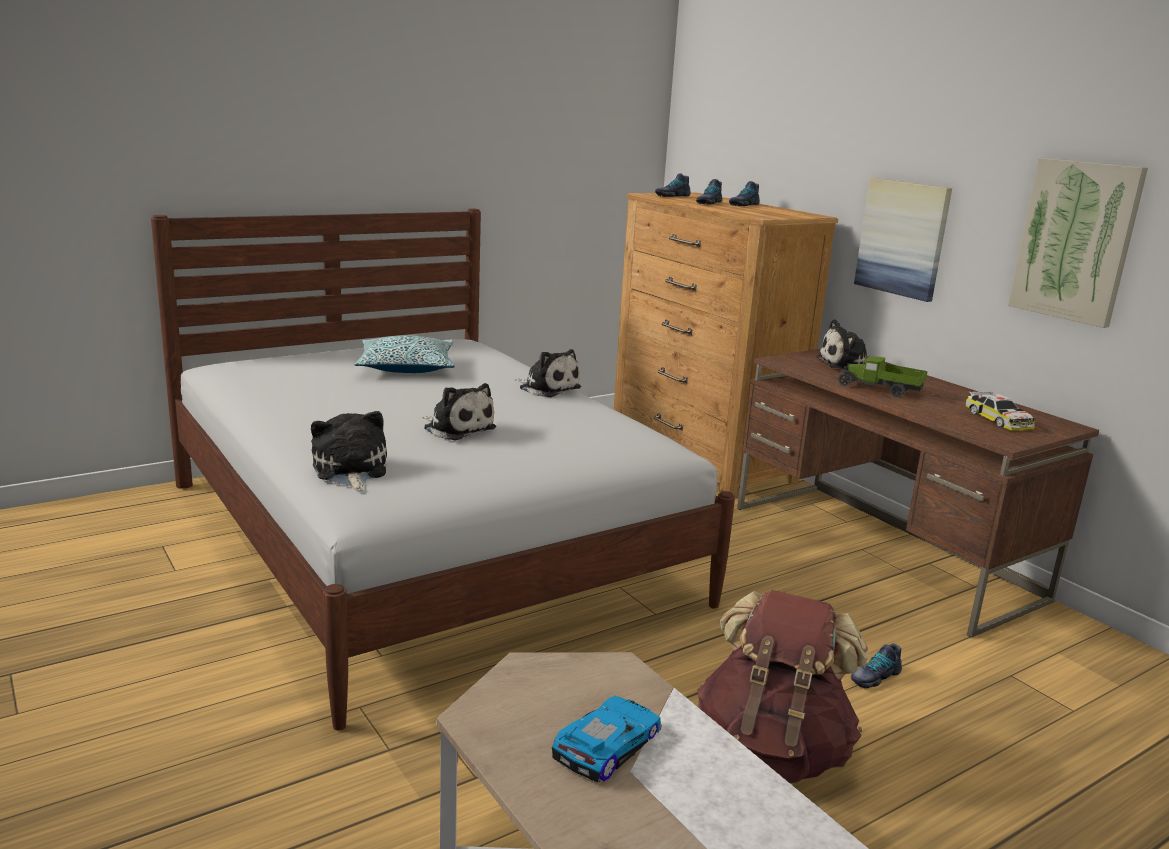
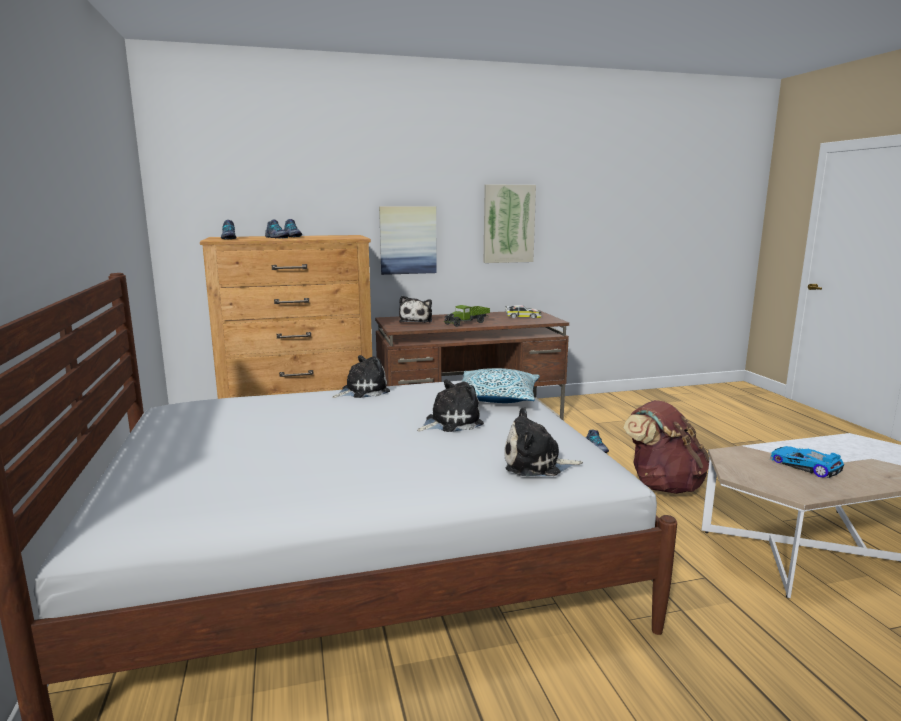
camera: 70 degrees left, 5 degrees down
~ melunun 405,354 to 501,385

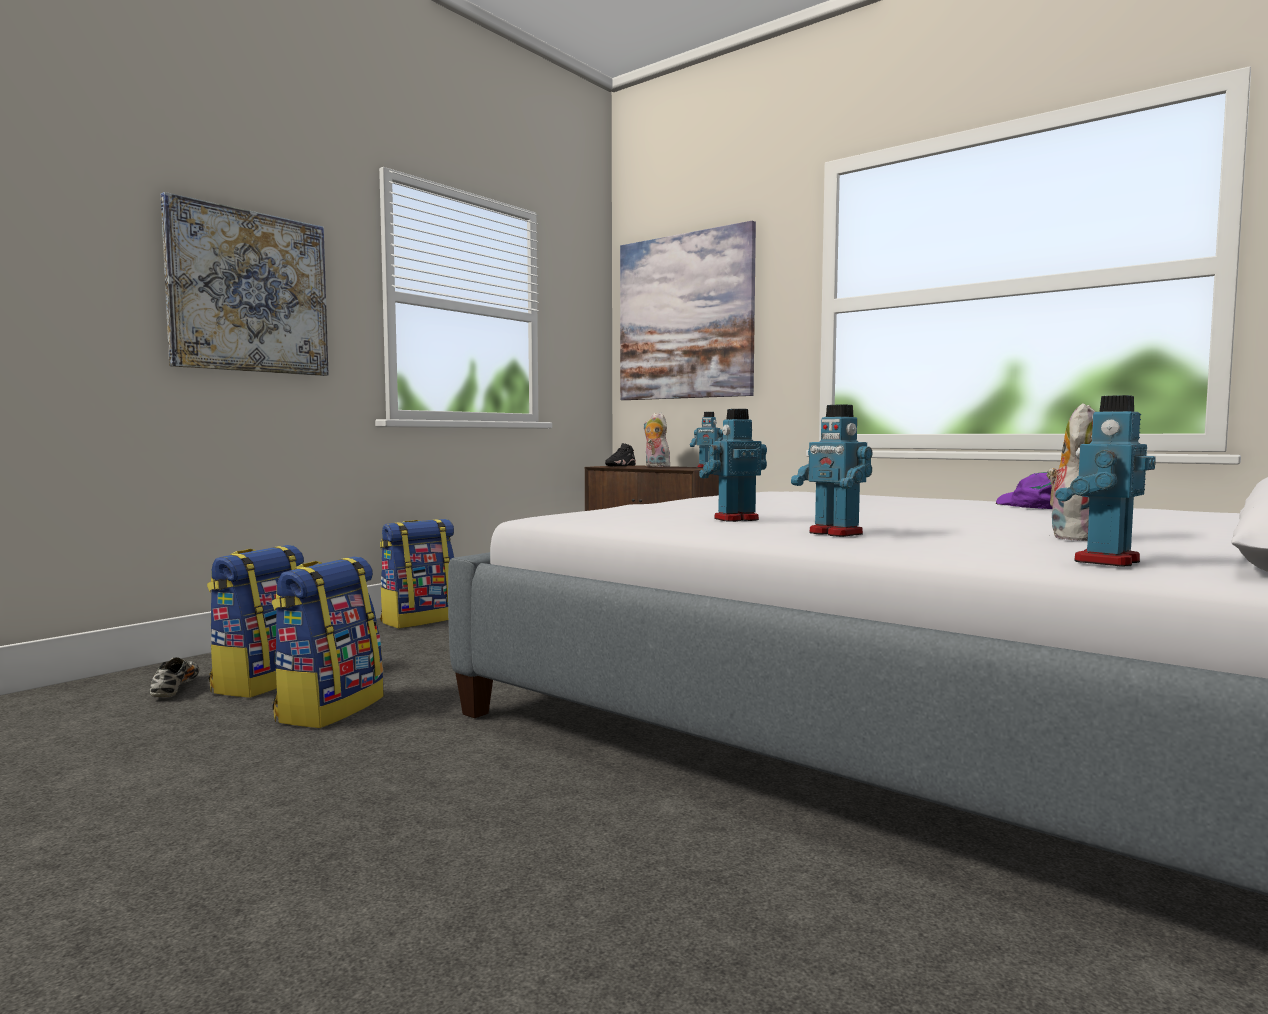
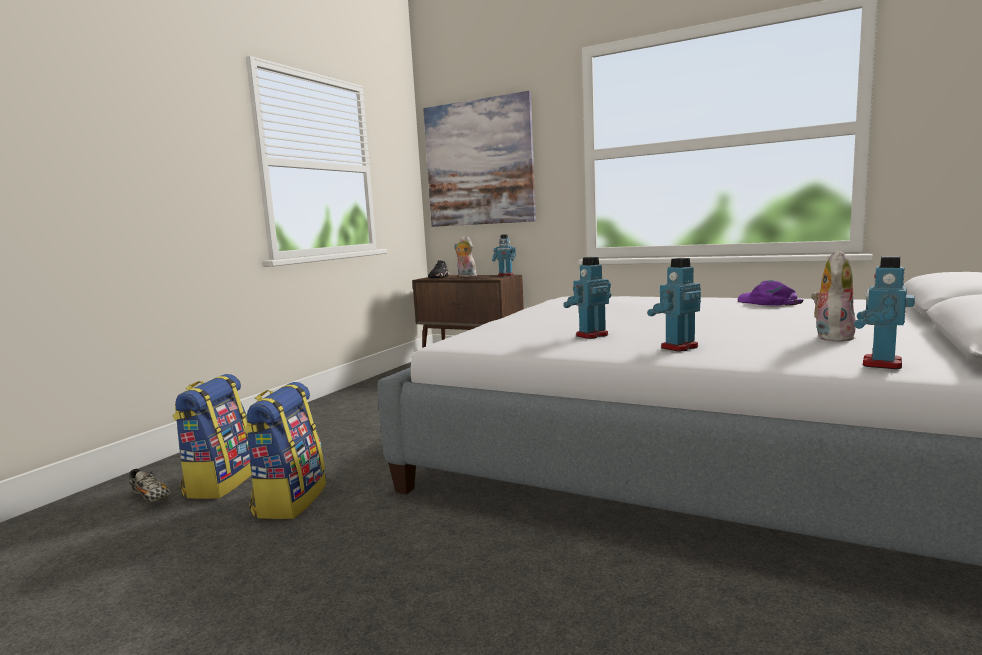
camera: 10 degrees left, 5 degrees up
- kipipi 245,284
~ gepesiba 832,470 = 674,305 105 degrees clockwise
- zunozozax 417,573
~ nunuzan 174,677 = 150,485 150 degrees clockwise

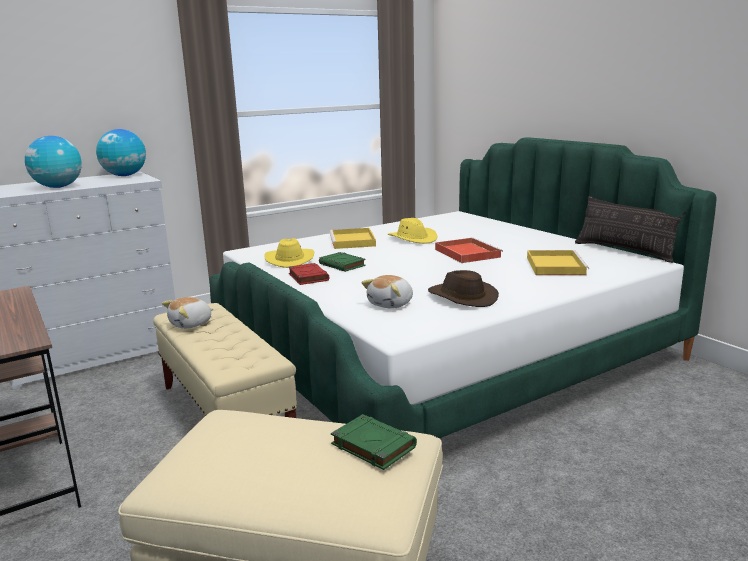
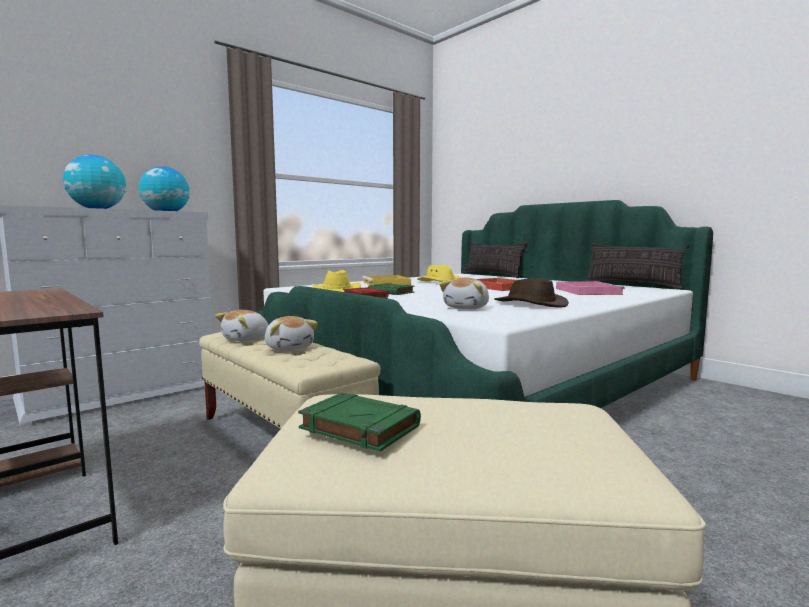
camera: 10 degrees left, 10 degrees down
~ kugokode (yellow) 558,262 to kugokode (pink) 590,288
~ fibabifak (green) 374,442 to 359,422
+ melunun 495,260
+ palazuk 291,333

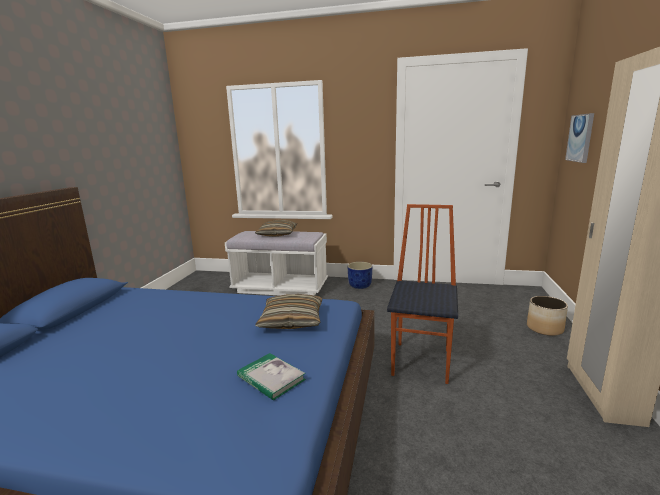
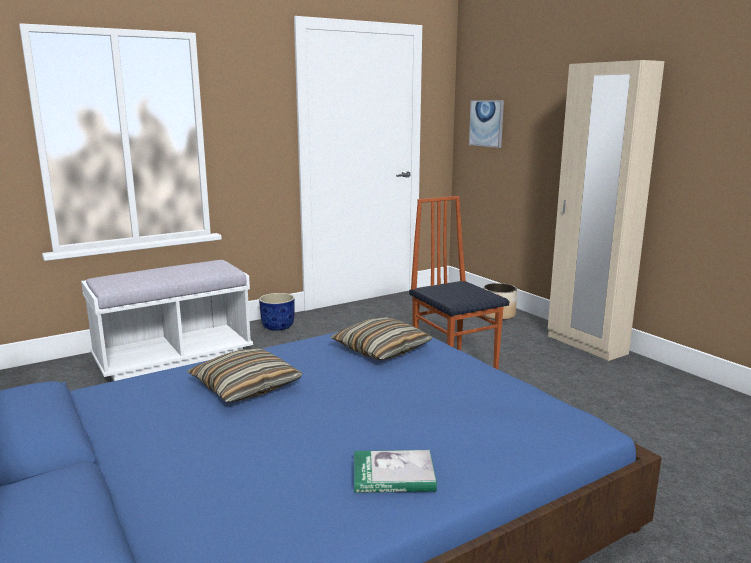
camera: 45 degrees left, 0 degrees up
~ melunun 276,228 to 244,375
~ fibabifak 271,377 to 395,471

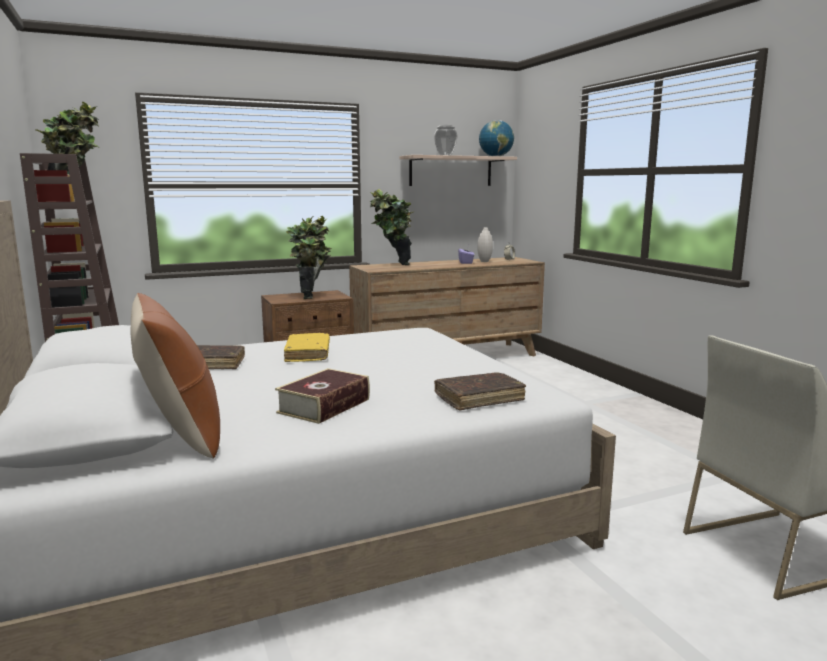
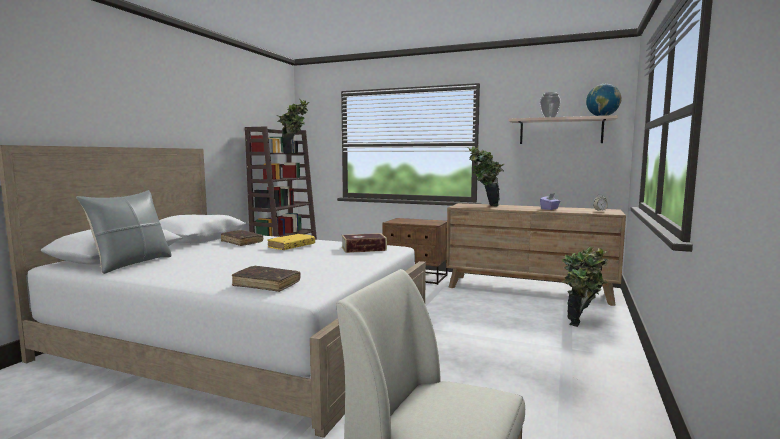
camera: 45 degrees right, 5 degrees down
~ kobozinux 309,257 to 585,287
- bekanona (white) 485,245
~ melunun (brown) 175,376 to melunun (grey) 124,232
~ fibabifak 322,396 to 364,243

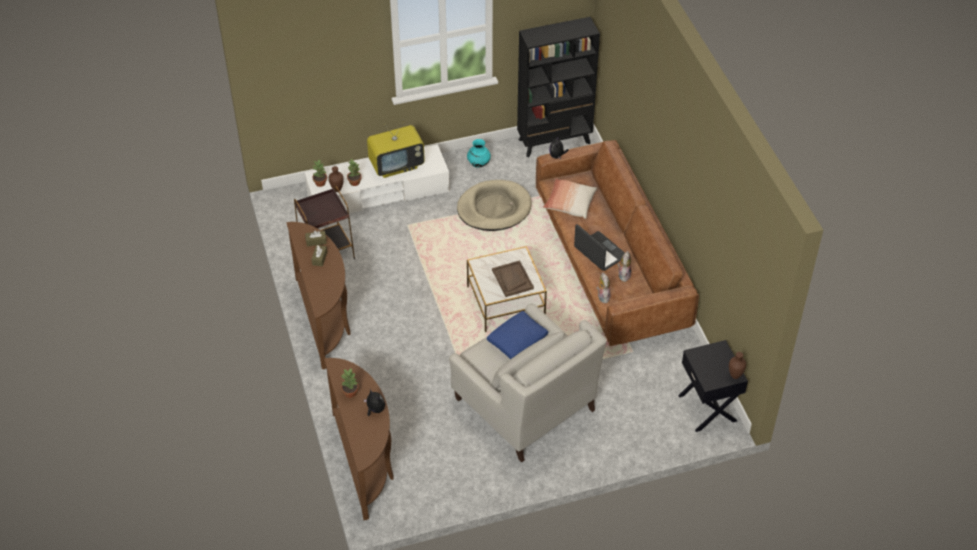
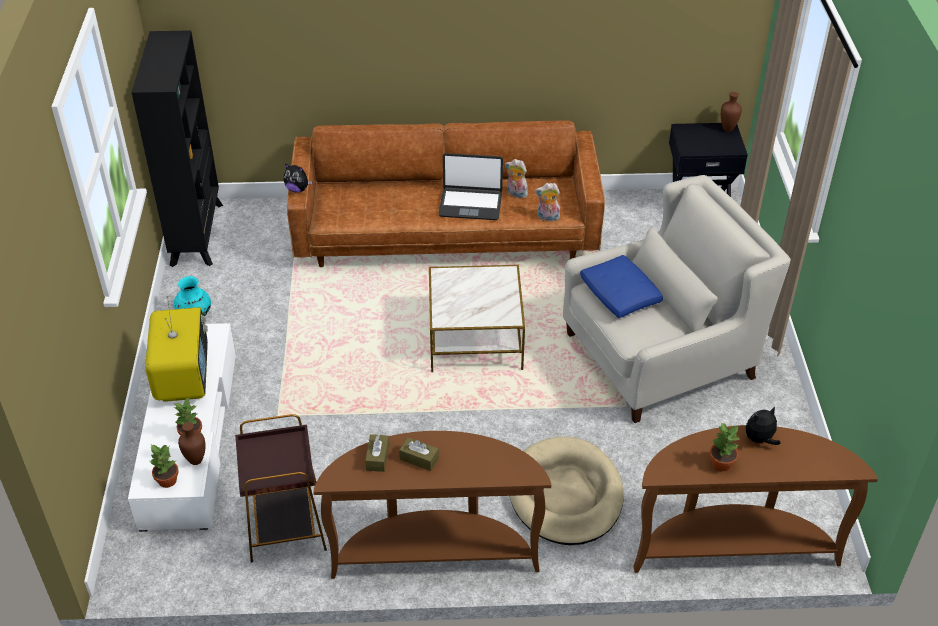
camera: 75 degrees left, 5 degrees down
- melunun 570,198
~ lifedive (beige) 494,205 to 567,491
~ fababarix 599,247 = 470,186 150 degrees counterclockwise
- kugokode (brown) 513,278

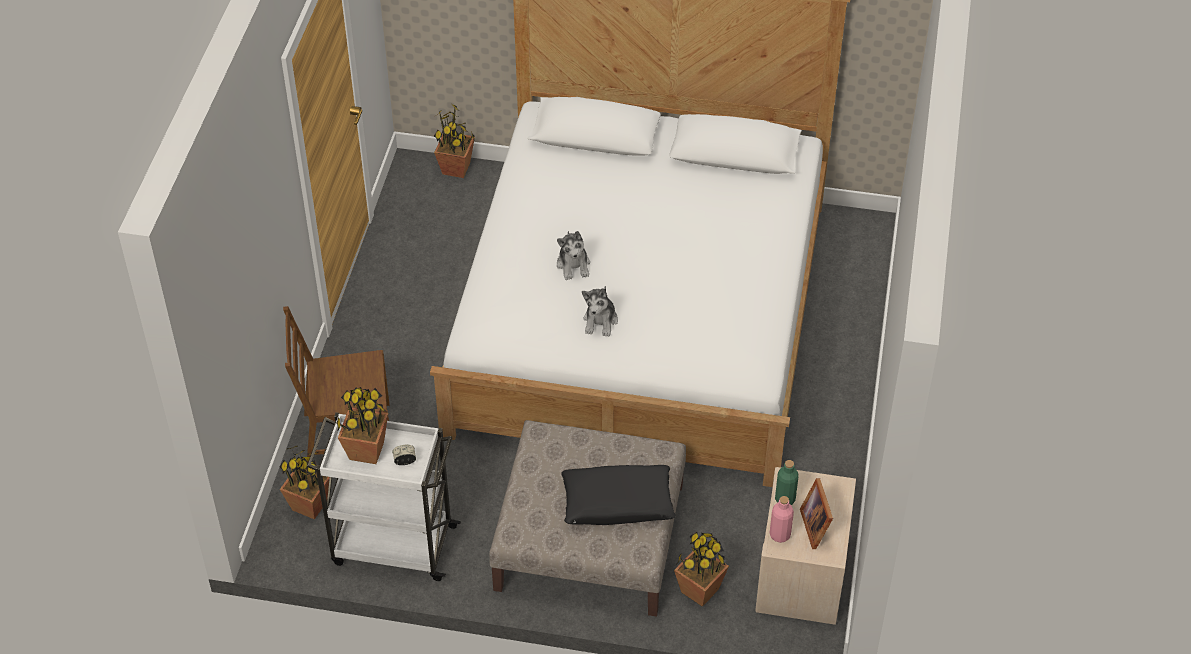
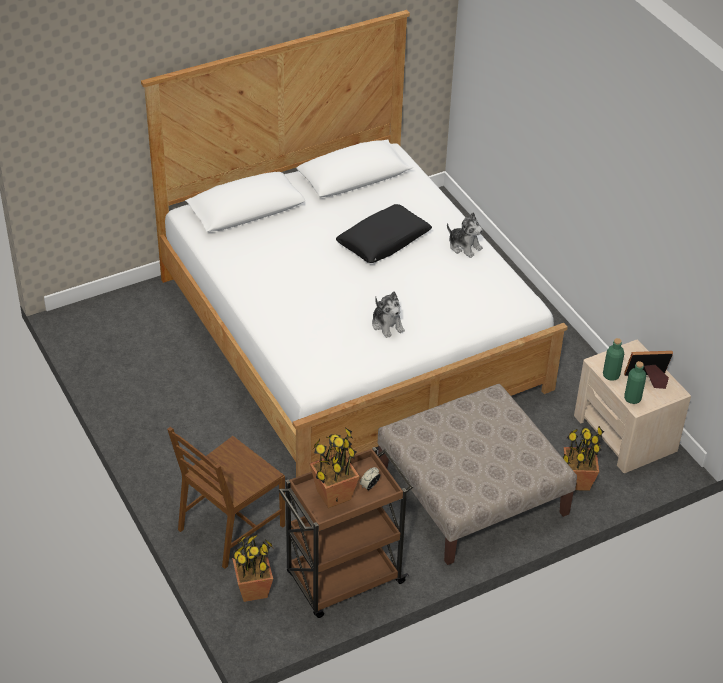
camera: 40 degrees left, 5 degrees down
- kobozinux 454,141
~ palazuk 573,255 to 465,235
~ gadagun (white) 384,496 to gadagun (brown) 345,532
~ melunun (black) 618,495 to 384,233
~ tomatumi 816,513 = 648,370 135 degrees clockwise
~ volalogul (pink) 782,519 to volalogul (green) 635,382

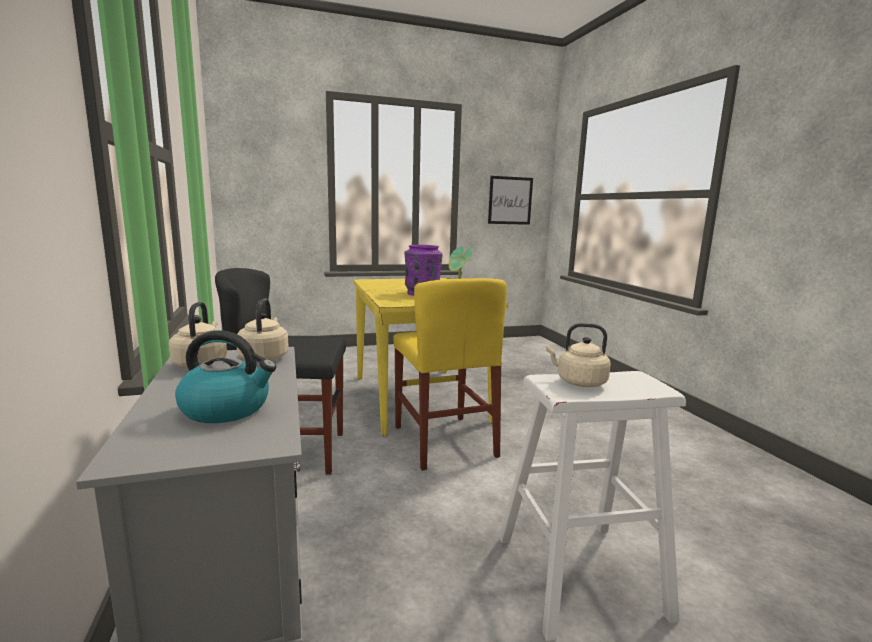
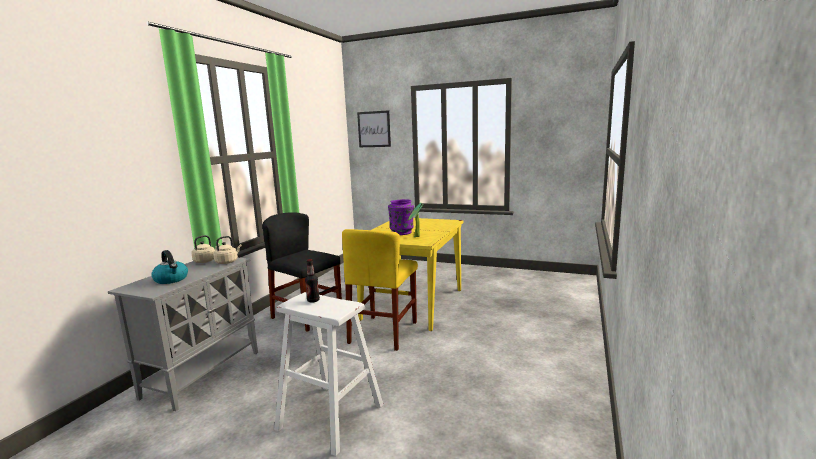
camera: 40 degrees right, 0 degrees up
~ kipipi 510,200 to 374,128
~ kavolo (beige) 578,355 to volalogul 312,281

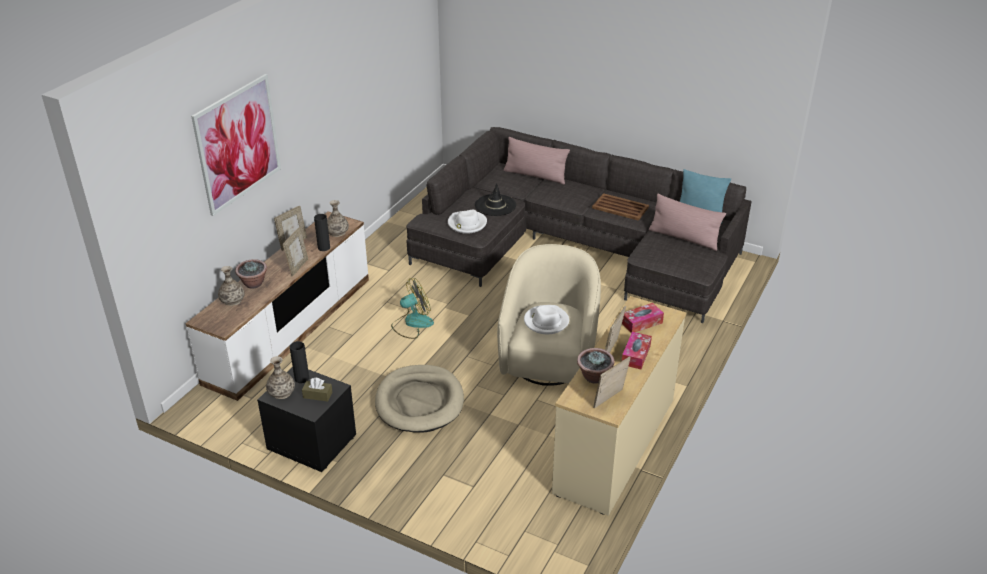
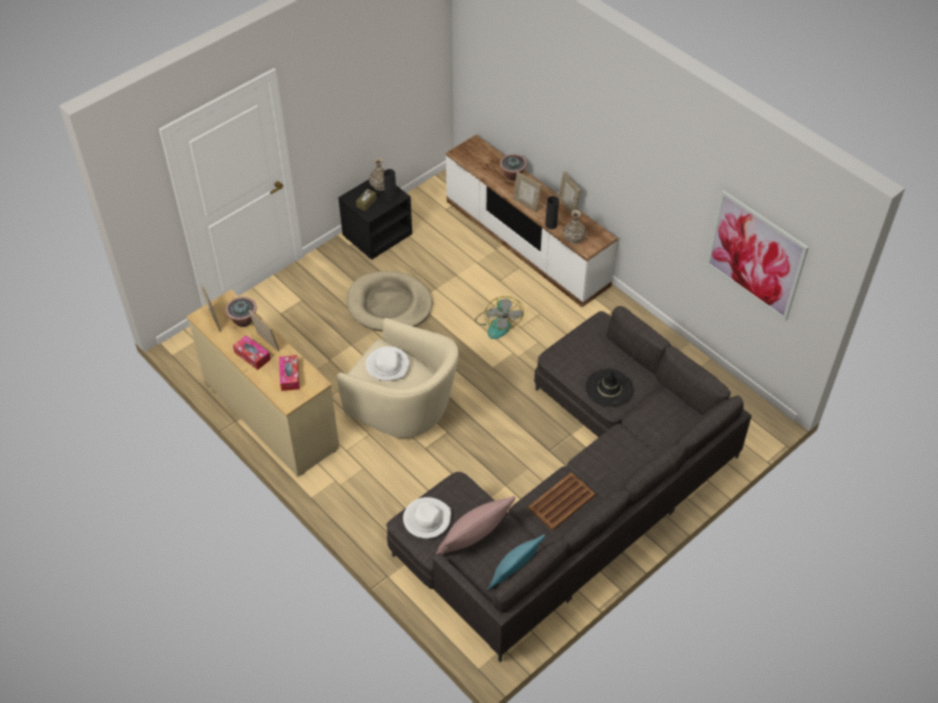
camera: 110 degrees right, 15 degrees up
~ kipipi 236,145 to 757,255
- melunun (pink) 537,160
~ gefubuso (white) 467,222 to 427,517
- bekanona 231,286

